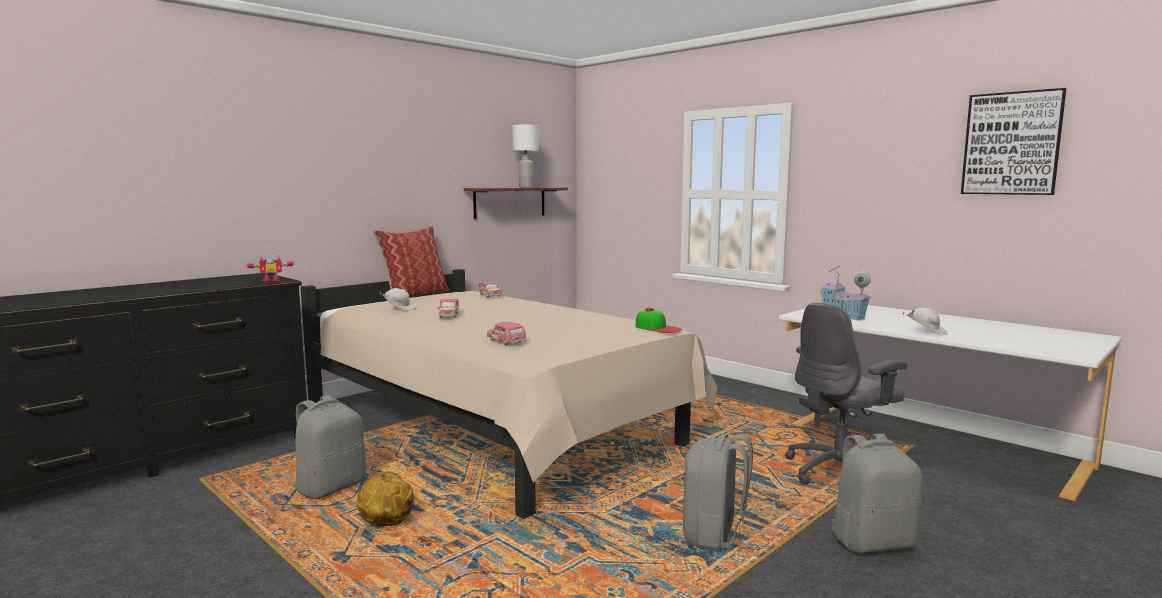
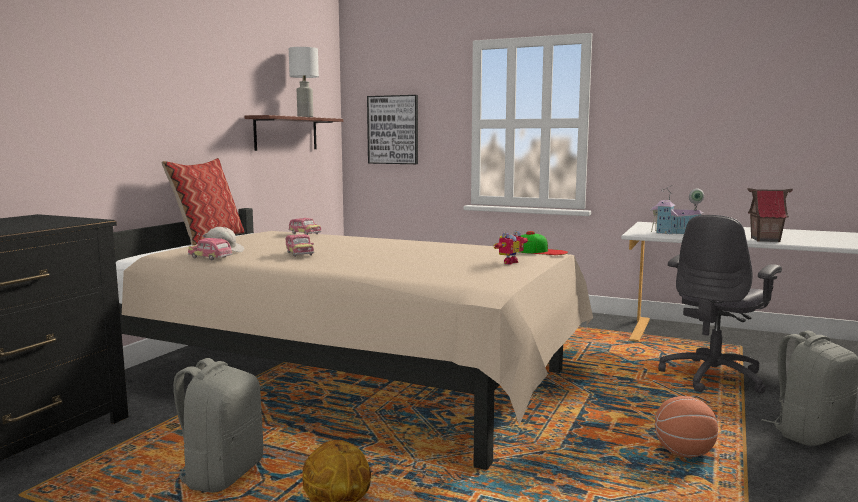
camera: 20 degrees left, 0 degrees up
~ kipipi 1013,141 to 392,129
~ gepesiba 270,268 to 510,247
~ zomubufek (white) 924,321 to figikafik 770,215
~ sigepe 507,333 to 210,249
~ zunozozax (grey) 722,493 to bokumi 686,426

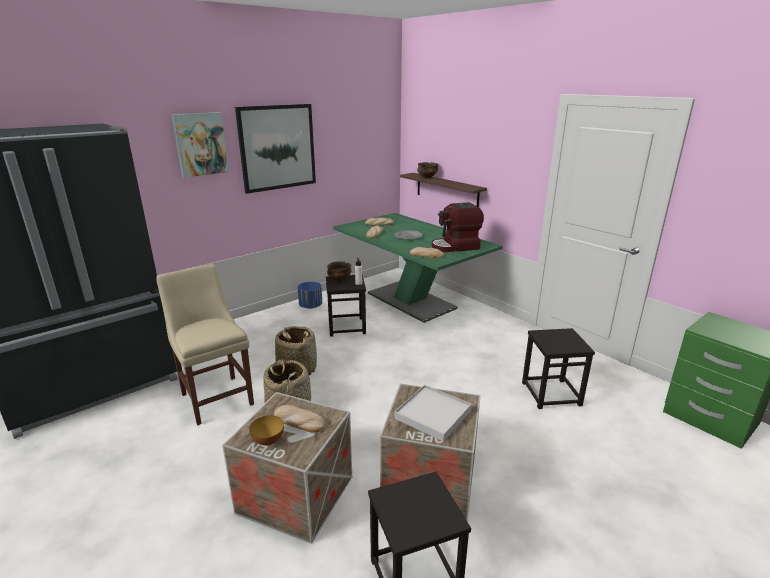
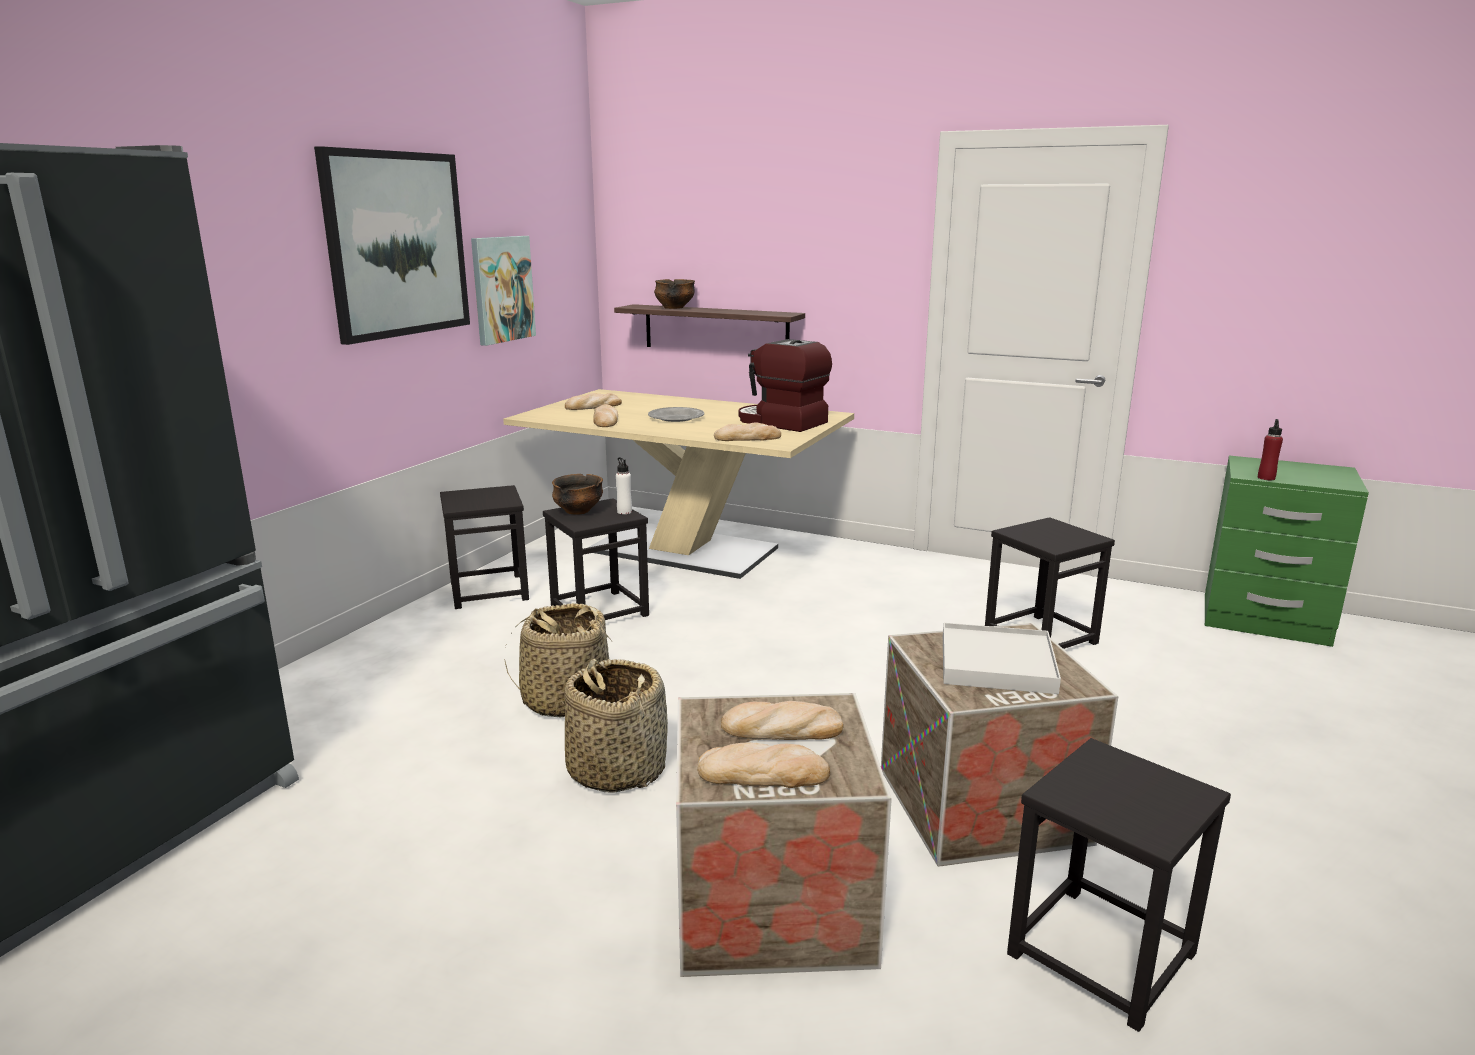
camera: 25 degrees left, 5 degrees down
~ kipipi 200,145 to 503,291
~ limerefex 458,227 = 785,385 75 degrees clockwise
~ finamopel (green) 418,268 to finamopel (beige) 678,484
- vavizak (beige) 205,344
~ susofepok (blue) 310,295 to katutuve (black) 484,547
~ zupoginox 266,431 to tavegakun 763,765
+ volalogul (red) 1270,449

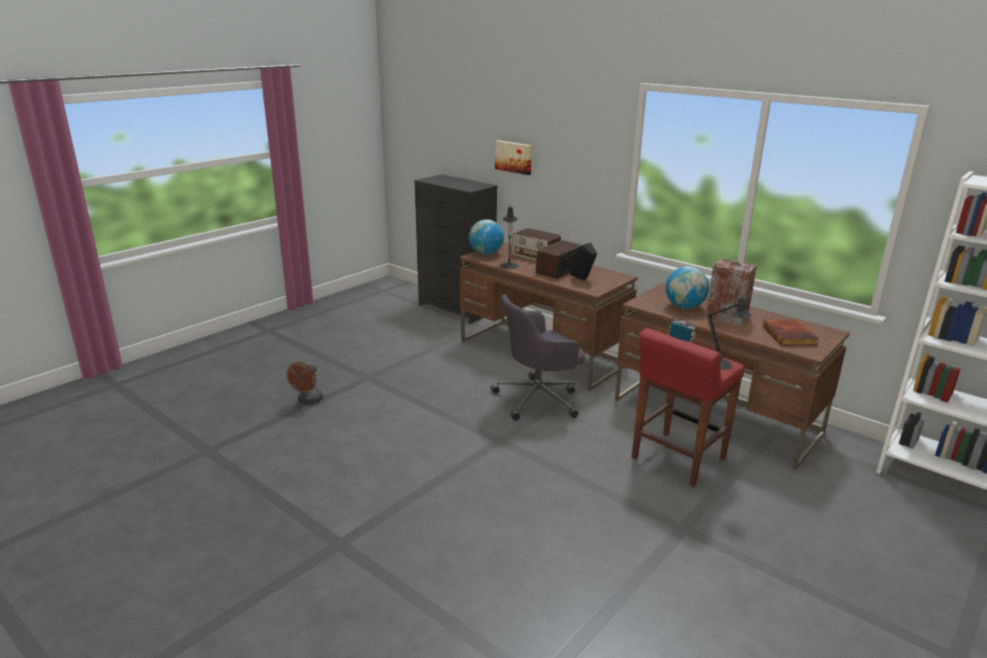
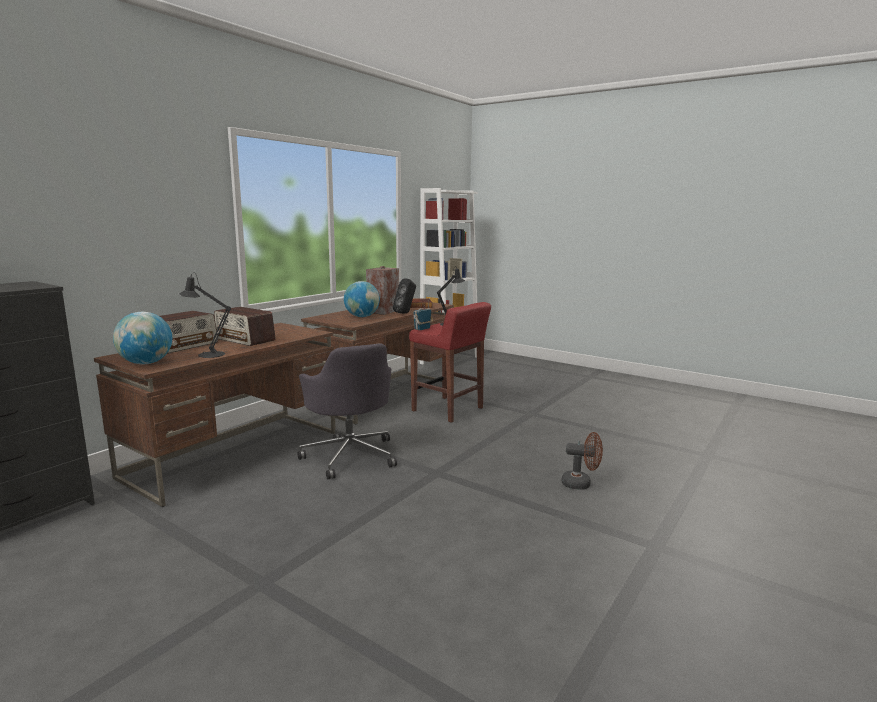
camera: 95 degrees left, 10 degrees down
- kipipi 513,157
~ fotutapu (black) 583,261 to 404,296
~ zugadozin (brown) 305,383 to 582,460

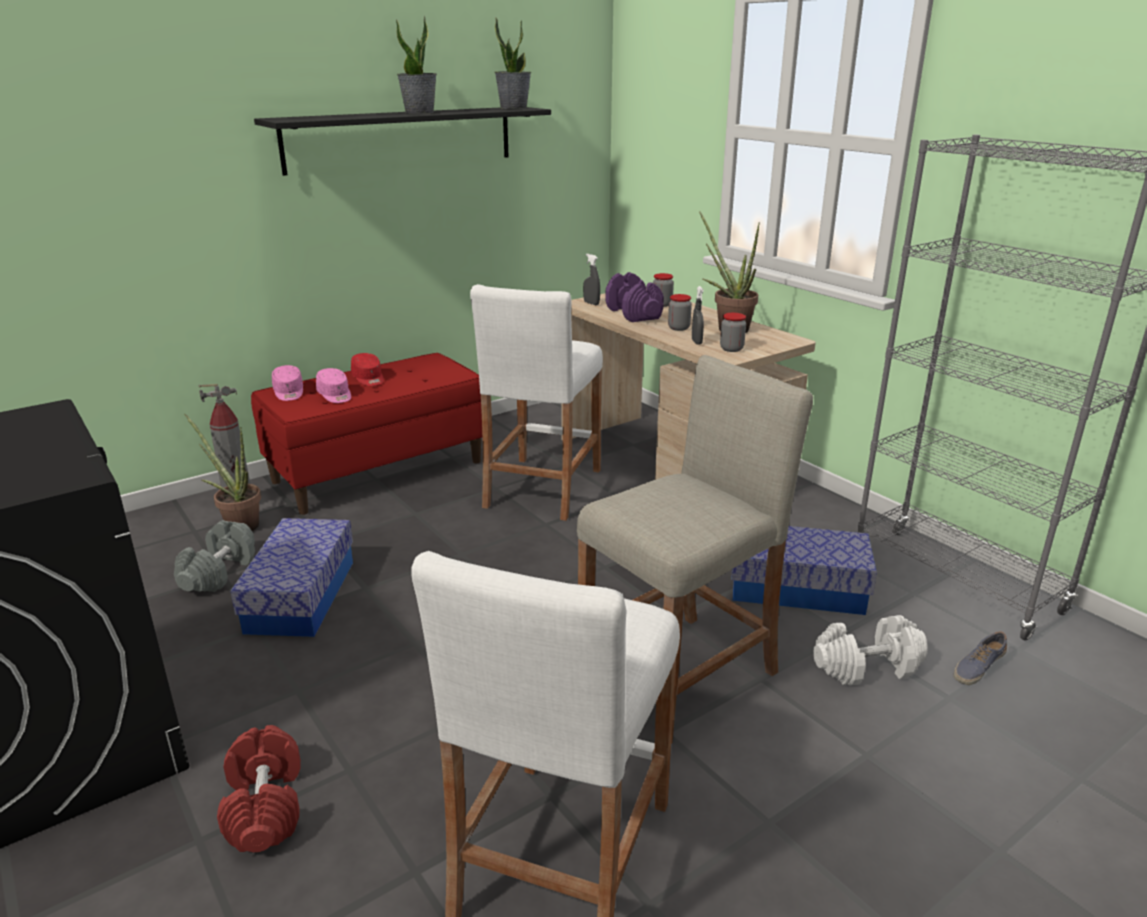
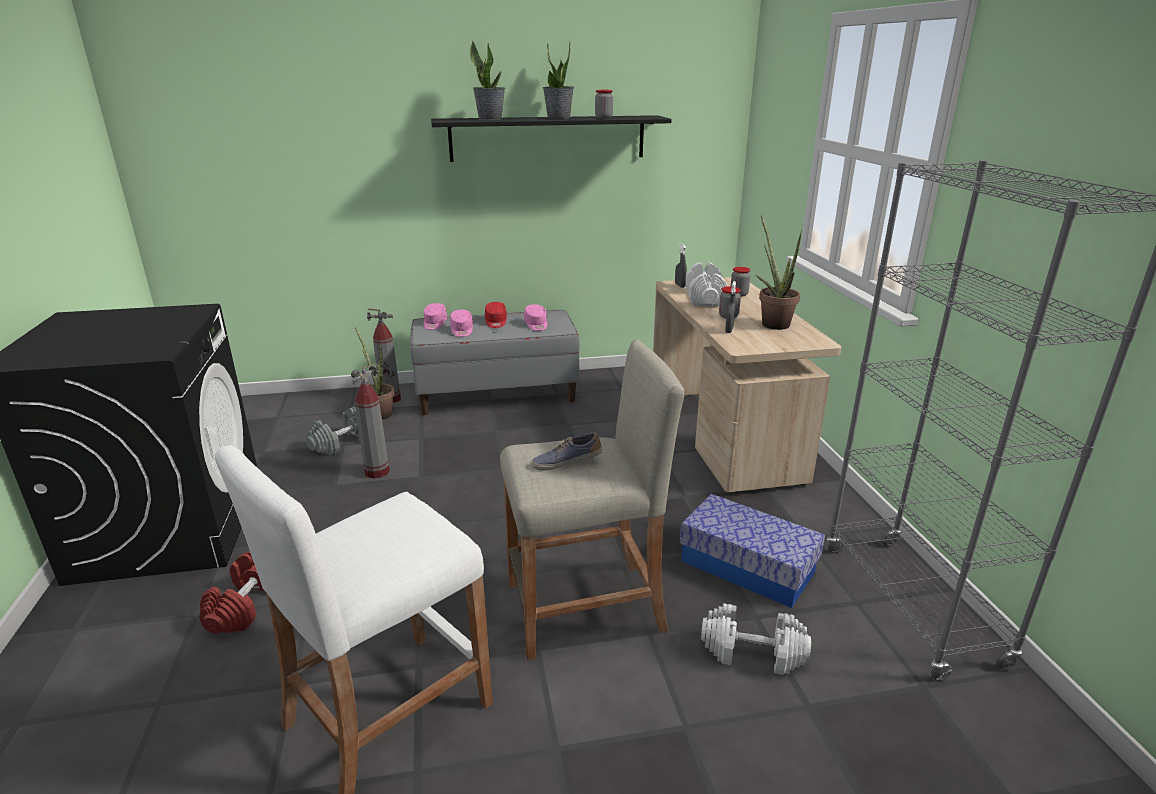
camera: 25 degrees right, 0 degrees up
~ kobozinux 513,63 to 487,80
~ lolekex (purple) 634,297 to lolekex (white) 706,284
- katutuve (white) 536,402
~ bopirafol 733,332 to 604,104
~ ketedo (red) 366,434 to ketedo (grey) 495,362
~ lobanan 291,577 to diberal 370,420
~ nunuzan 980,658 to 566,451
+ zomubufek (pink) 535,317

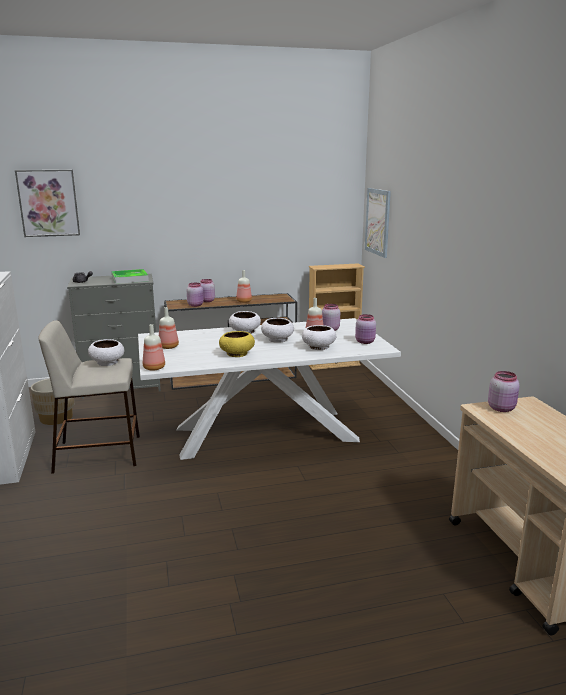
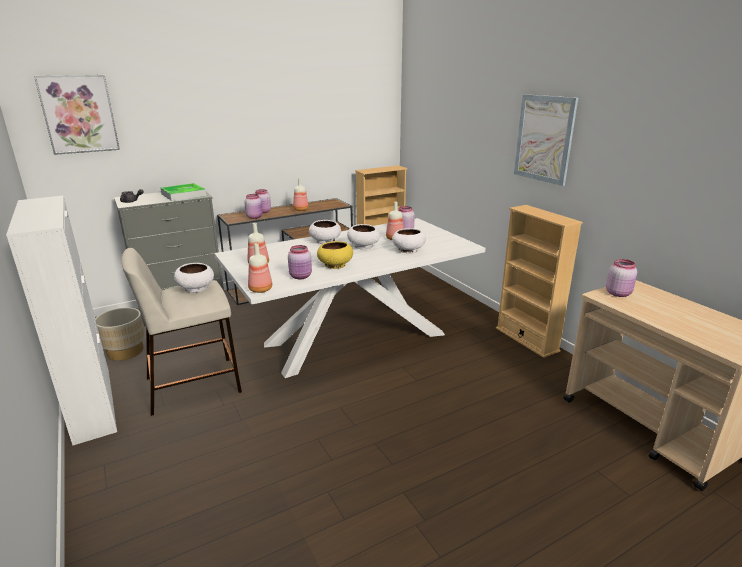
camera: 15 degrees left, 5 degrees up
~ kipipi 378,223 to 546,140
~ bopirafol (pink) 365,329 to 300,262
+ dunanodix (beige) 539,281

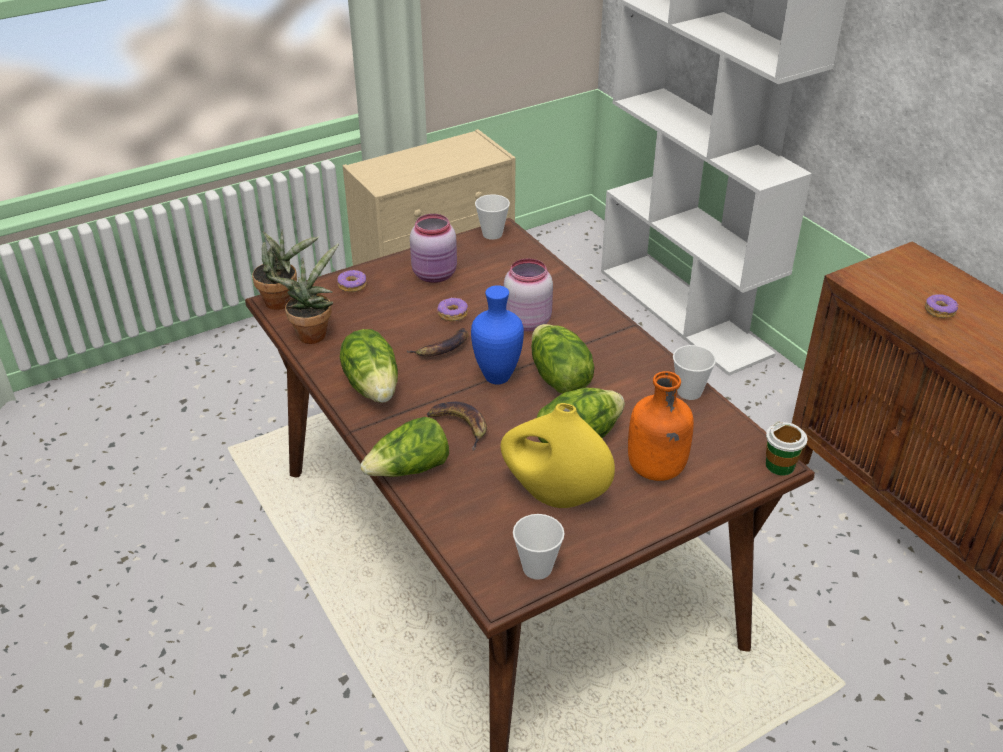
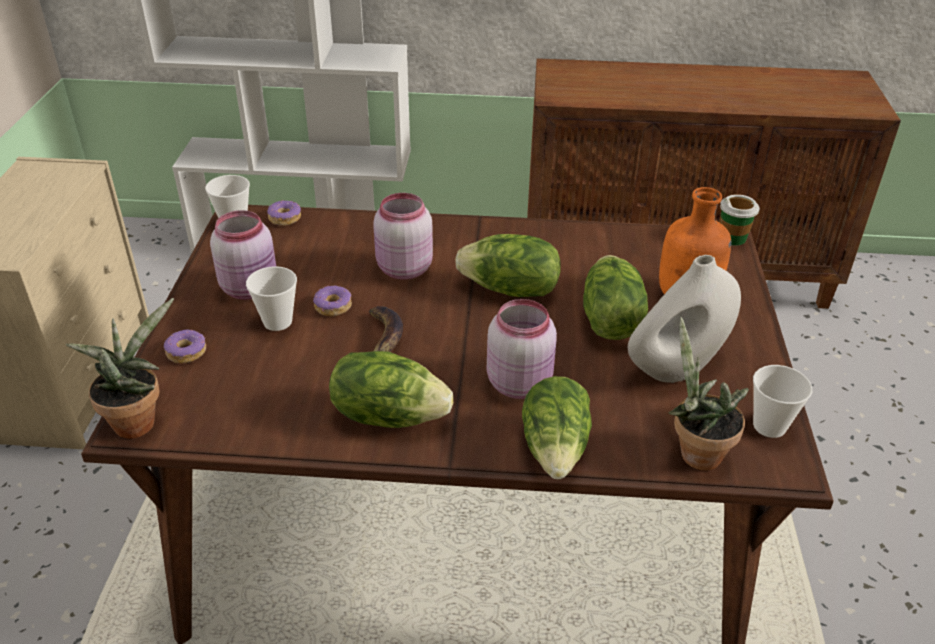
camera: 55 degrees left, 0 degrees up
~ kobozinux 304,293 to 708,393
- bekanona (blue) 497,335
~ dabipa 941,306 to 284,213
~ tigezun 694,372 to 271,298
~ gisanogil 457,426 to bopirafol (pink) 522,349
~ bekanona (yellow) 557,455 to bekanona (white) 684,319

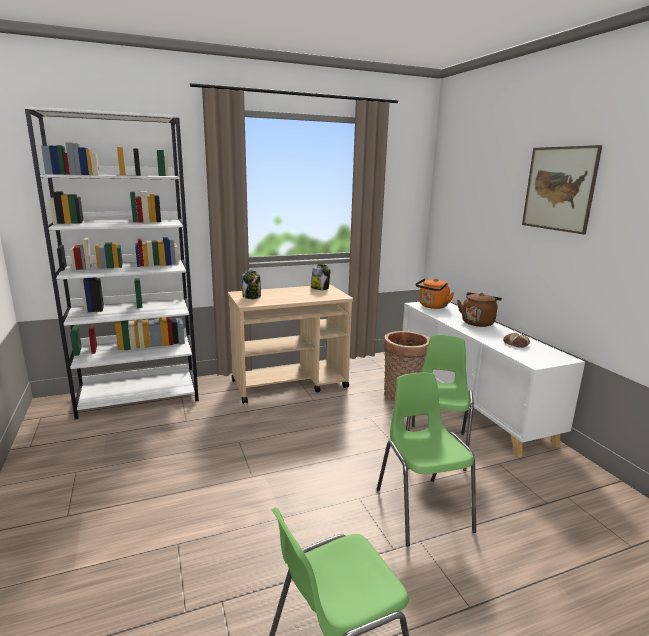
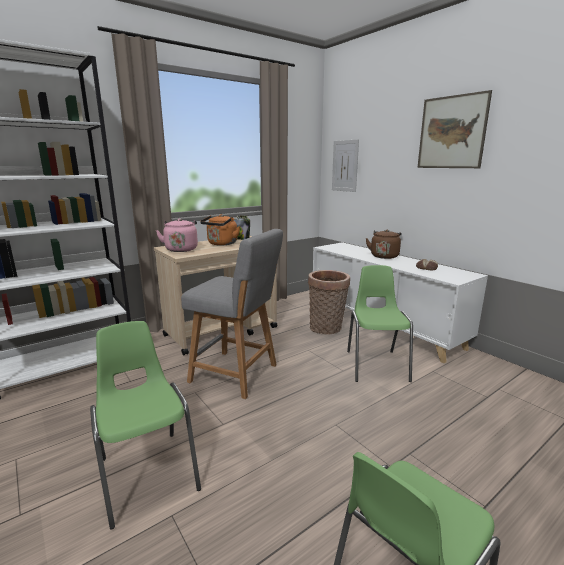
camera: 15 degrees left, 0 degrees up
~ bopirafol 251,284 to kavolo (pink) 177,235
~ kavolo (orange) 435,293 to 220,230
~ vavizak (green) 426,459 to 145,425
+ kipipi 345,165
+ katutuve (grey) 232,314

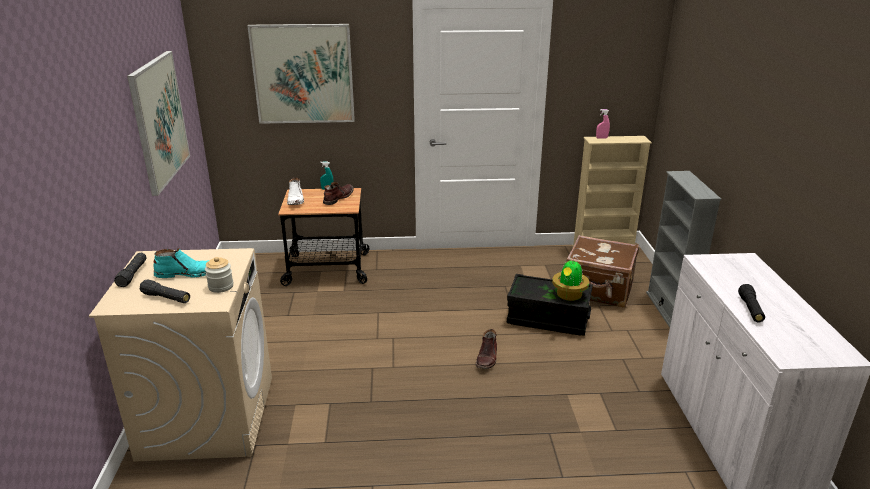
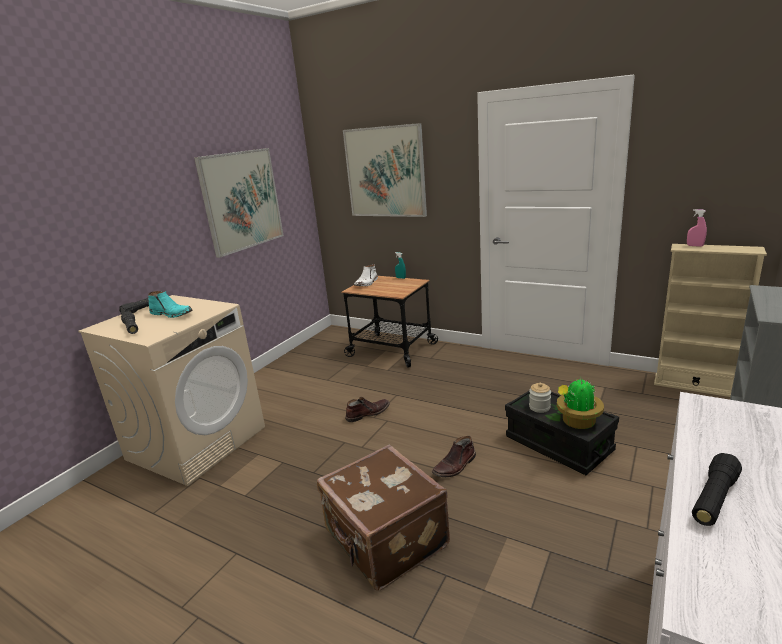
camera: 35 degrees right, 5 degrees down
~ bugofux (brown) 338,193 to 367,409
~ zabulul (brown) 603,271 to 383,517
~ bopirafol 219,275 to 540,398

